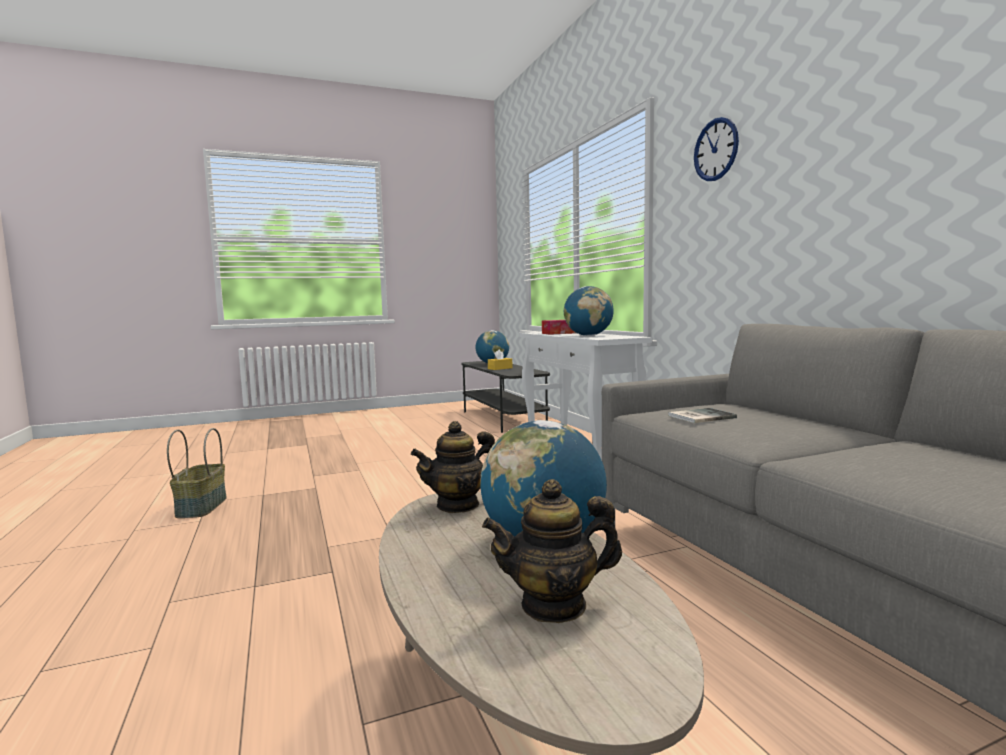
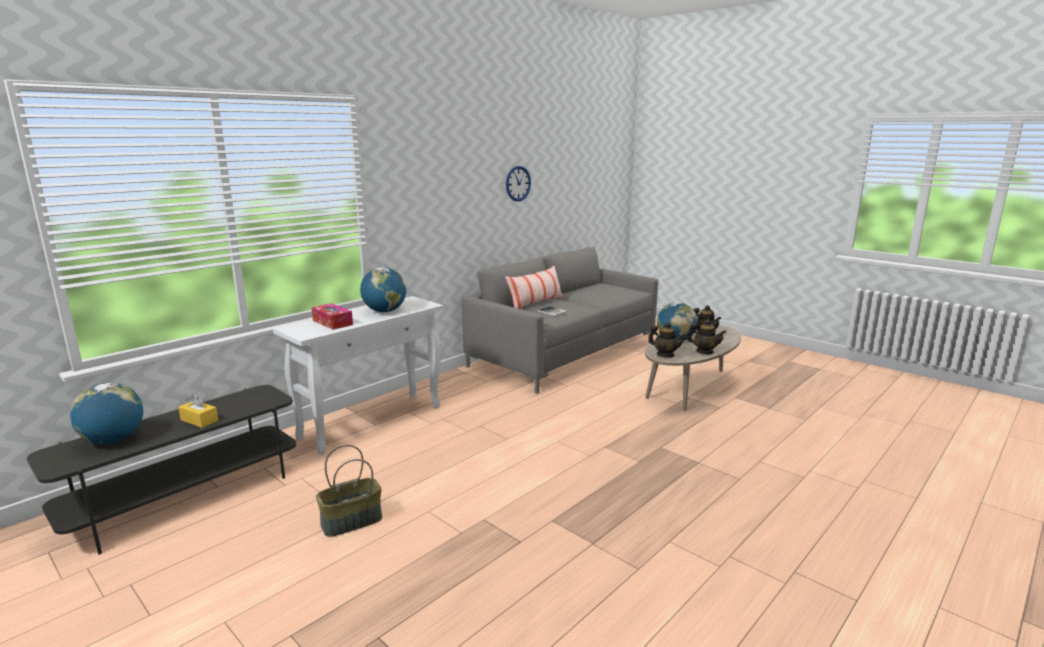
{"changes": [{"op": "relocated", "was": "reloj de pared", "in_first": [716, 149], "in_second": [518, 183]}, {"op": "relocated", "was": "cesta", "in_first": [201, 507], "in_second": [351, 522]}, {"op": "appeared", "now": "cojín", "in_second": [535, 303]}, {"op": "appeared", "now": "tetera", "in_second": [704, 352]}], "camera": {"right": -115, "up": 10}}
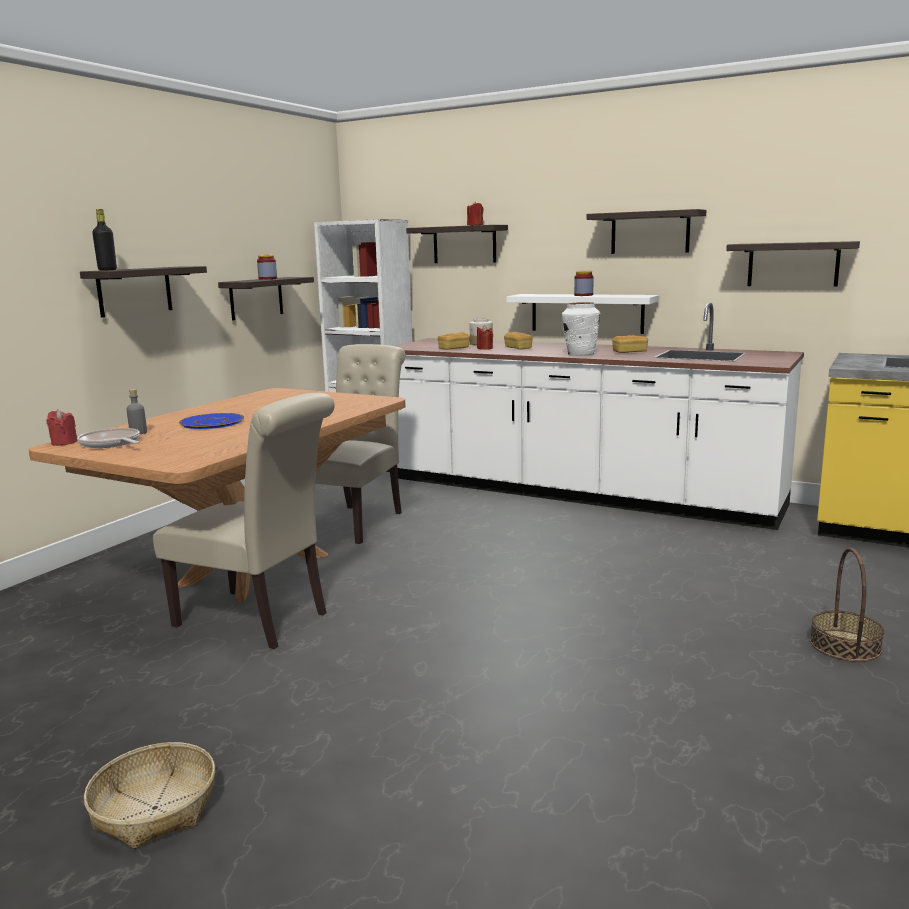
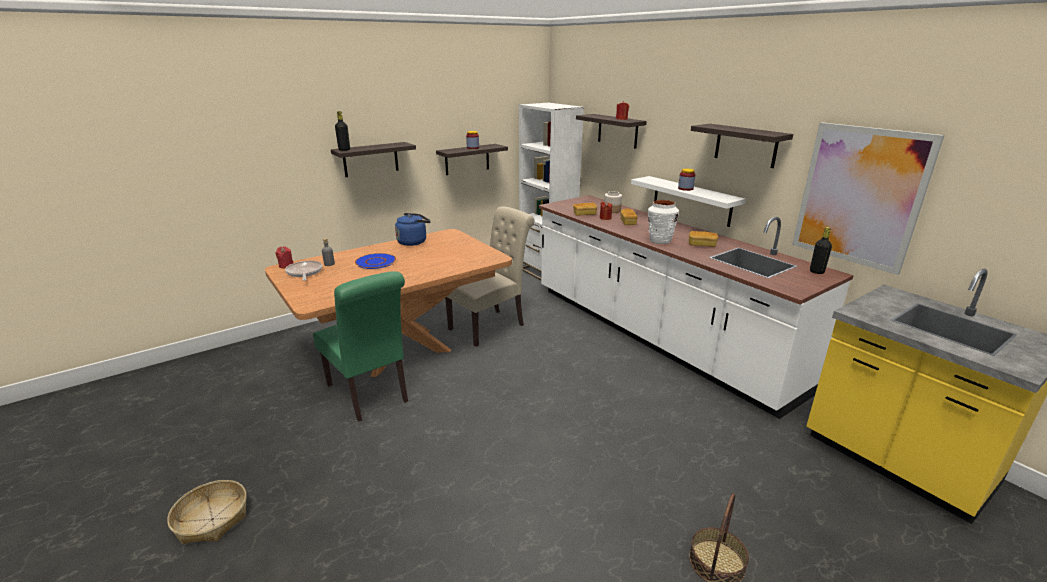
{"changes": [{"op": "exchanged", "was": "estante", "now": "cuadro", "in_first": [793, 264], "in_second": [859, 196]}, {"op": "colour", "was": "silla (beis)", "now": "silla (verde)", "in_first": [259, 620], "in_second": [370, 395]}, {"op": "appeared", "now": "hervidor (azul)", "in_second": [413, 242]}, {"op": "appeared", "now": "botella (negro)", "in_second": [816, 272]}], "camera": {"right": 25, "up": 10}}
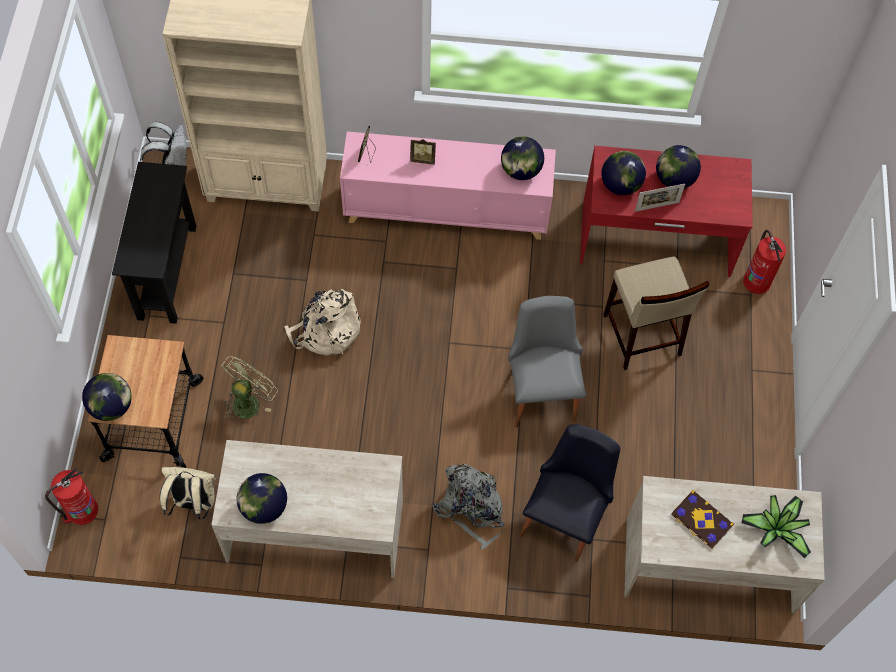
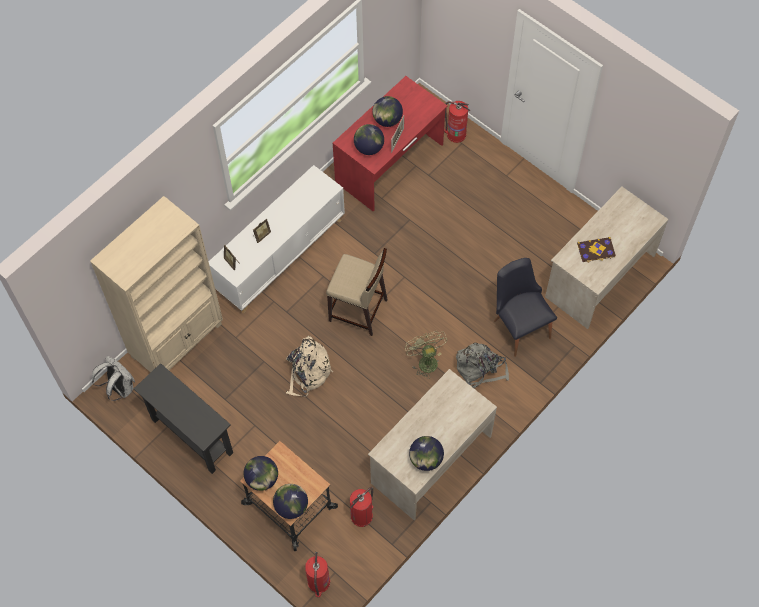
{"changes": [{"op": "colour", "was": "armario (rosa)", "now": "armario (blanco)", "in_first": [447, 211], "in_second": [281, 255]}, {"op": "relocated", "was": "globo terráqueo", "in_first": [520, 170], "in_second": [262, 479]}, {"op": "relocated", "was": "taburete (beis)", "in_first": [641, 336], "in_second": [358, 311]}, {"op": "missing", "was": "silla (gris)", "in_first": [541, 388]}, {"op": "relocated", "was": "ventilador (verde)", "in_first": [249, 400], "in_second": [425, 360]}, {"op": "exchanged", "was": "mochila (beis)", "now": "extintor", "in_first": [193, 502], "in_second": [362, 515]}, {"op": "missing", "was": "planta en maceta", "in_first": [777, 529]}], "camera": {"right": -50, "up": 0}}
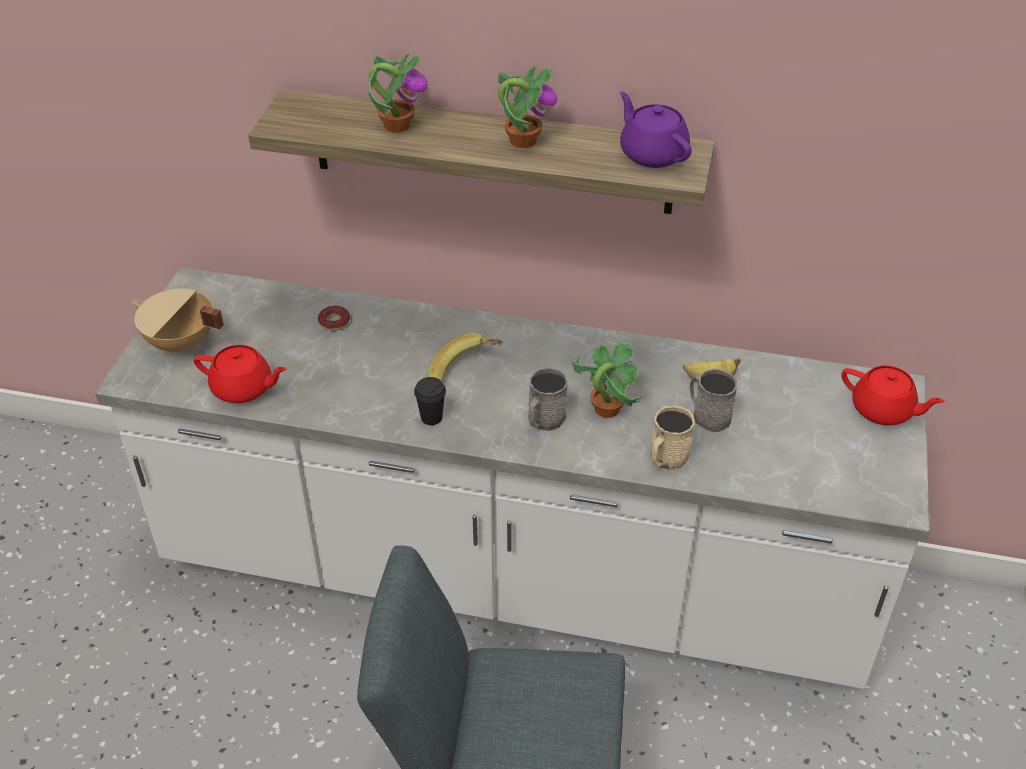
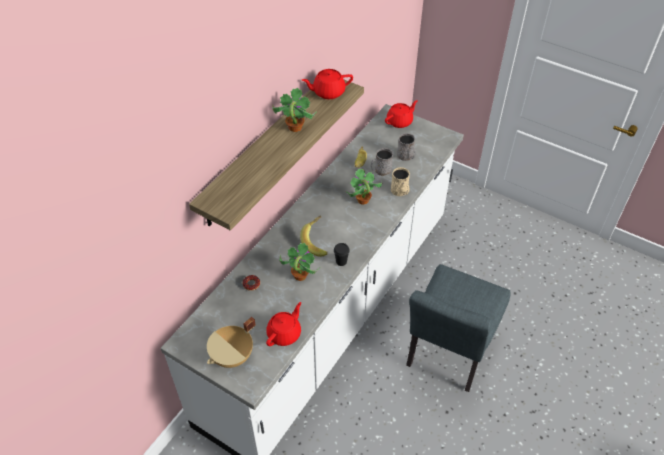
{"changes": [{"op": "relocated", "was": "planta en maceta", "in_first": [396, 125], "in_second": [299, 276]}, {"op": "colour", "was": "tetera (morado)", "now": "tetera (rojo)", "in_first": [652, 153], "in_second": [328, 92]}, {"op": "relocated", "was": "taza grande (gris)", "in_first": [544, 421], "in_second": [406, 156]}], "camera": {"right": -70, "up": 5}}
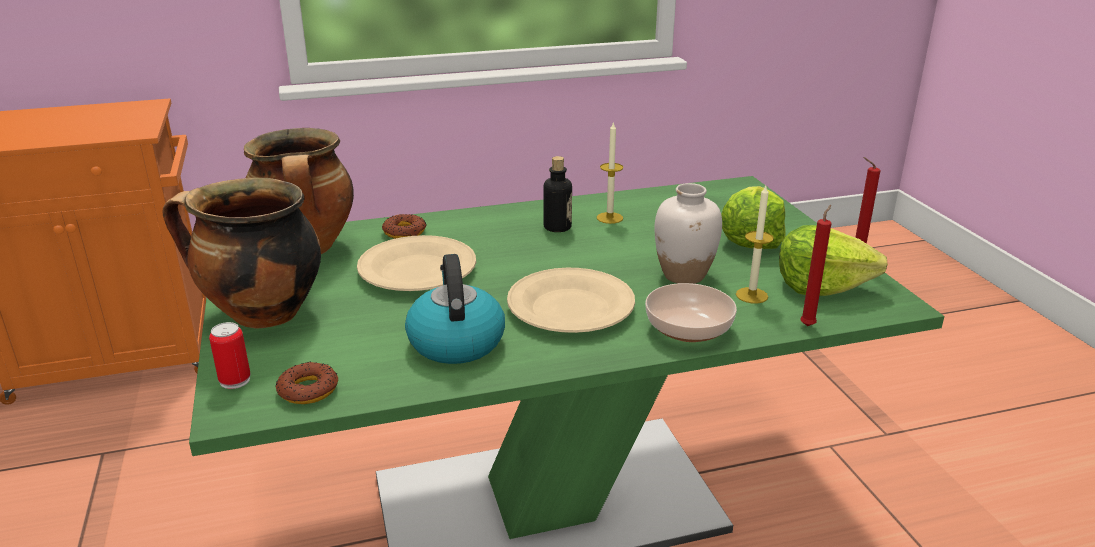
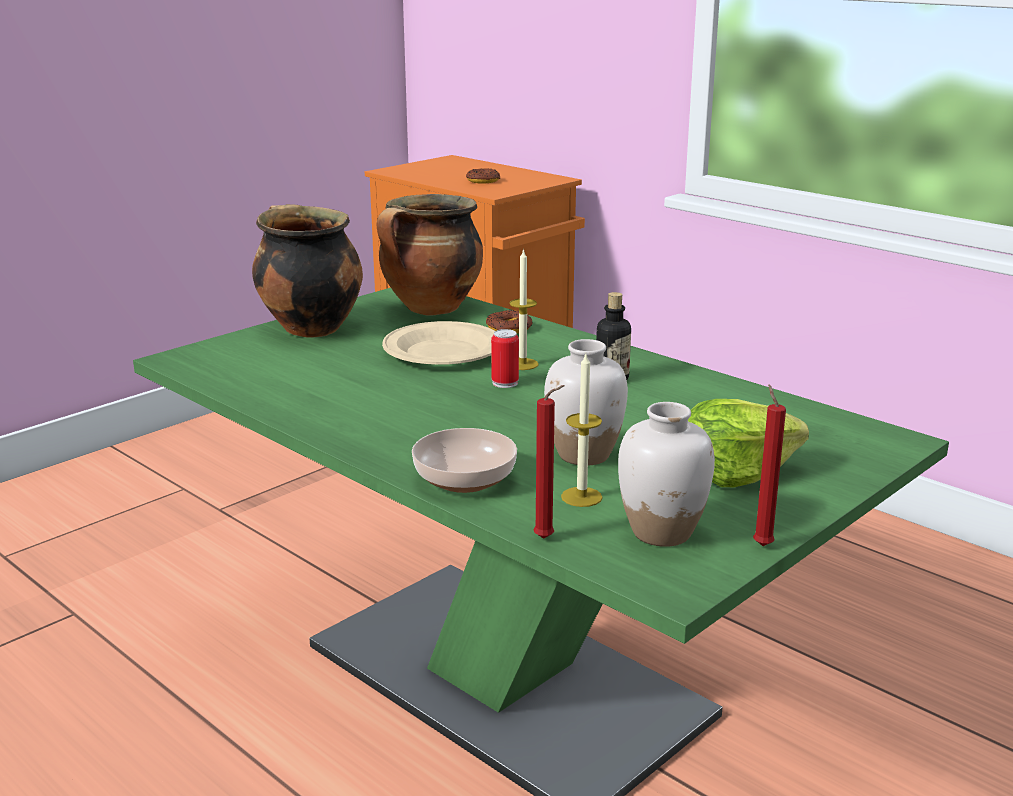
{"changes": [{"op": "relocated", "was": "vela", "in_first": [609, 218], "in_second": [522, 364]}, {"op": "exchanged", "was": "lechuga", "now": "florero (blanco)", "in_first": [821, 285], "in_second": [662, 532]}, {"op": "missing", "was": "hervidor", "in_first": [455, 341]}, {"op": "missing", "was": "plato (beis)", "in_first": [570, 308]}, {"op": "relocated", "was": "lata", "in_first": [235, 380], "in_second": [505, 383]}, {"op": "relocated", "was": "rosquilla", "in_first": [308, 390], "in_second": [483, 180]}], "camera": {"right": 60, "up": -5}}
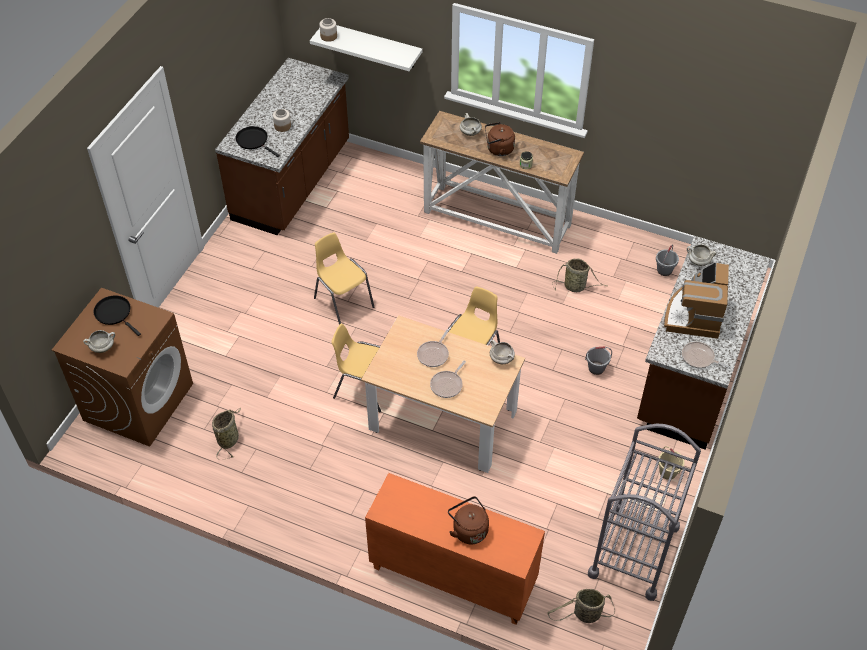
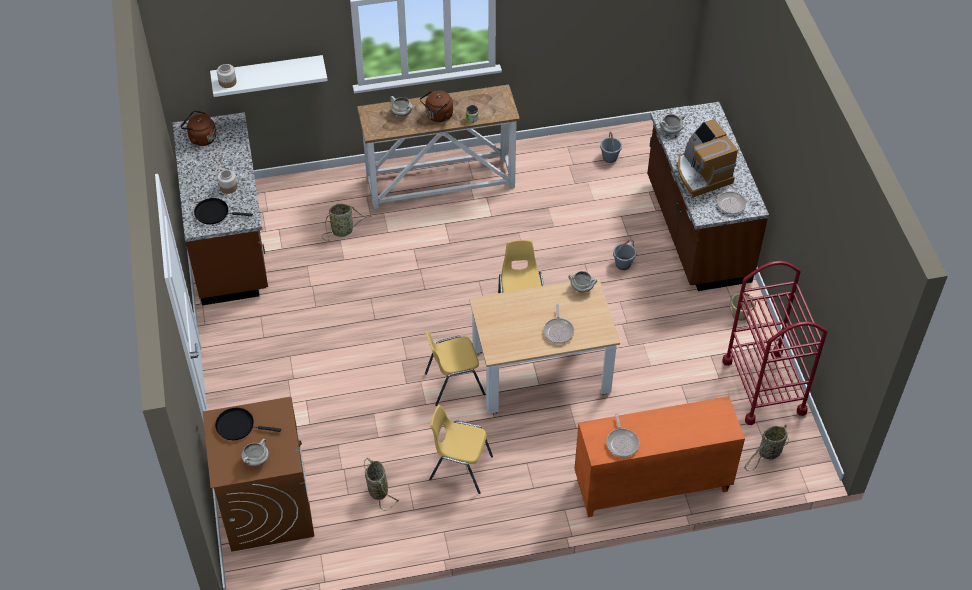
{"changes": [{"op": "relocated", "was": "silla (amarillo)", "in_first": [343, 302], "in_second": [460, 468]}, {"op": "relocated", "was": "cesta", "in_first": [576, 287], "in_second": [344, 231]}, {"op": "relocated", "was": "sartén", "in_first": [434, 354], "in_second": [622, 442]}, {"op": "colour", "was": "carrito (gris)", "now": "carrito (rojo)", "in_first": [634, 551], "in_second": [764, 386]}, {"op": "relocated", "was": "hervidor (marrón)", "in_first": [468, 529], "in_second": [201, 138]}], "camera": {"right": -35, "up": 0}}
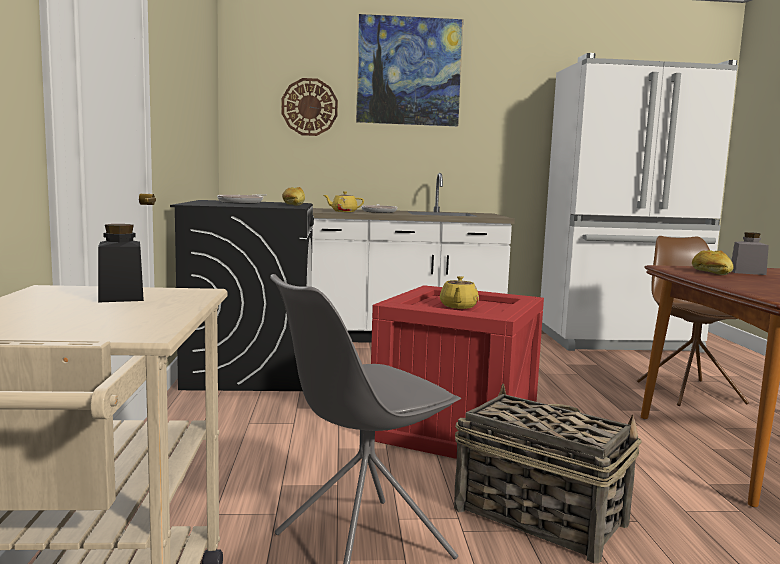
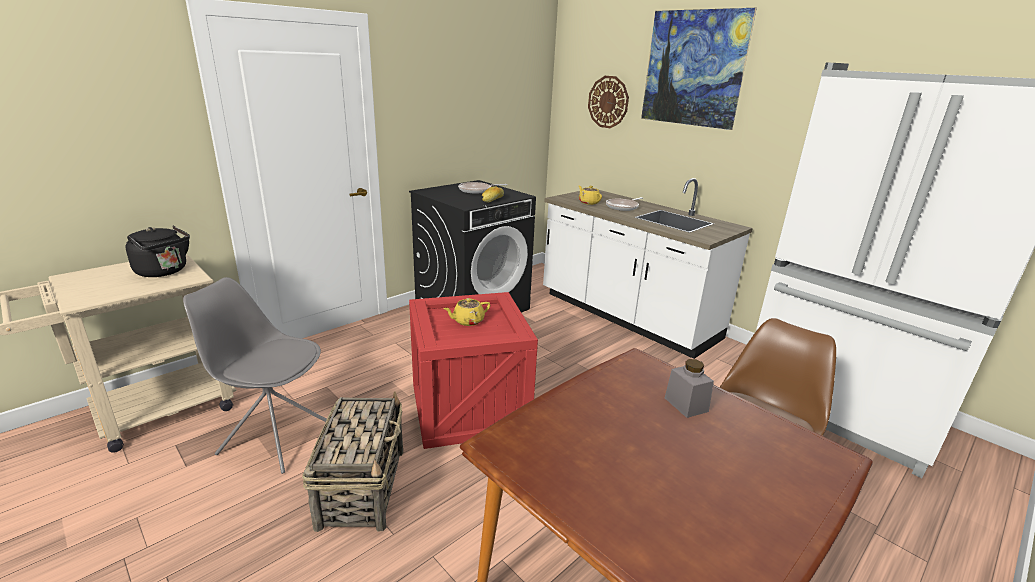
{"changes": [{"op": "exchanged", "was": "tarro (negro)", "now": "hervidor (negro)", "in_first": [121, 296], "in_second": [164, 272]}, {"op": "missing", "was": "pan", "in_first": [710, 272]}], "camera": {"right": 50, "up": 15}}
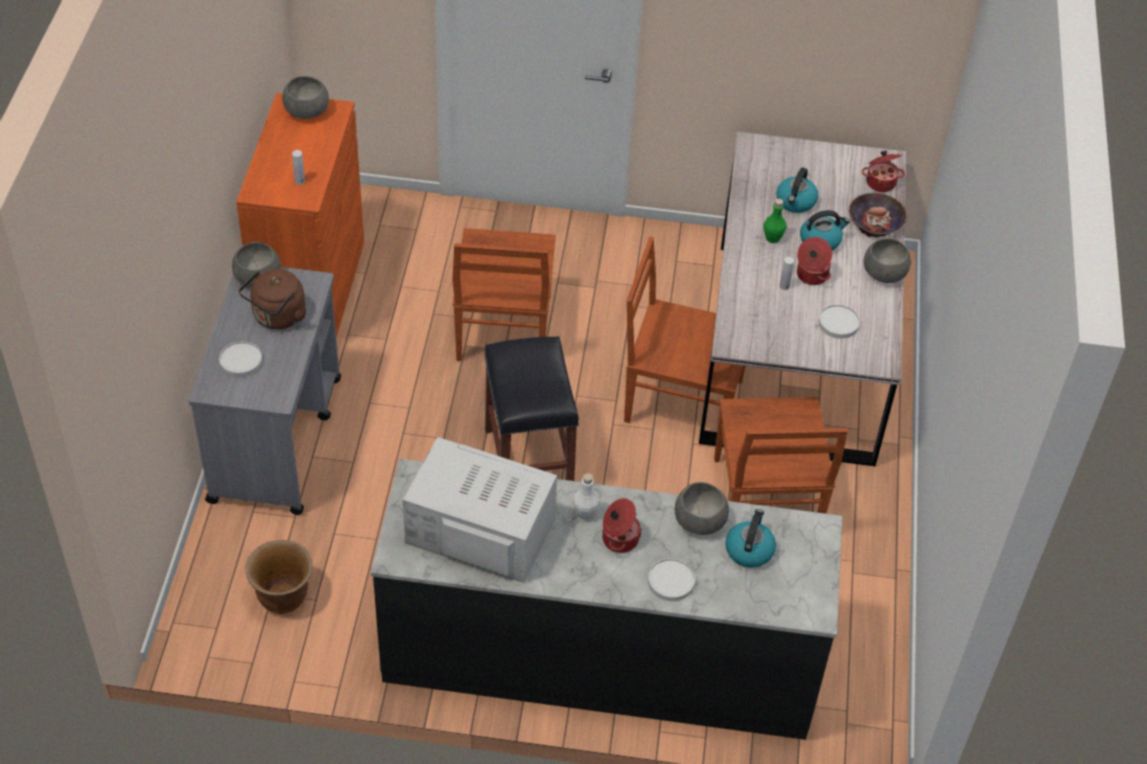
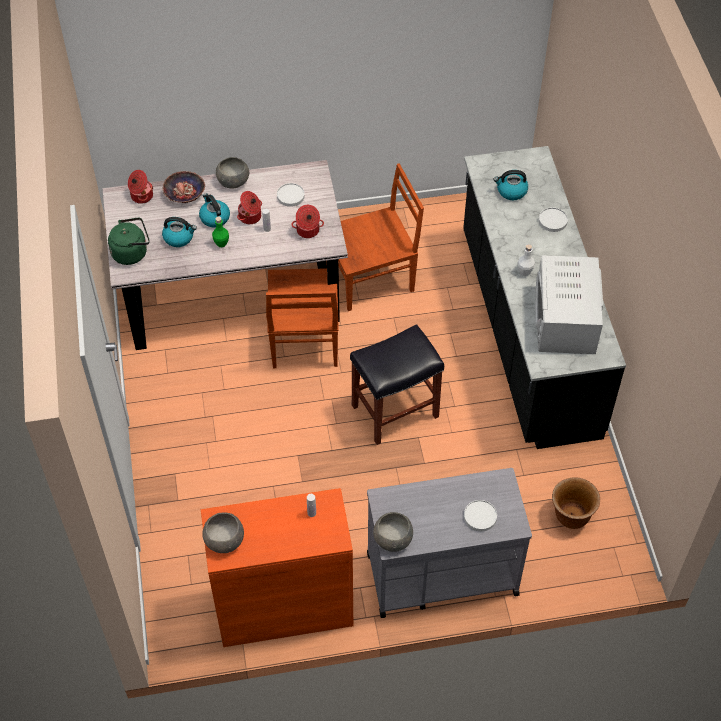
{"changes": [{"op": "missing", "was": "silla (marrón)", "in_first": [503, 330]}, {"op": "missing", "was": "hervidor (marrón)", "in_first": [277, 317]}, {"op": "missing", "was": "cuenco (gris)", "in_first": [699, 520]}, {"op": "relocated", "was": "olla", "in_first": [619, 538], "in_second": [308, 231]}, {"op": "appeared", "now": "hervidor (verde)", "in_second": [132, 252]}], "camera": {"right": -105, "up": 5}}
